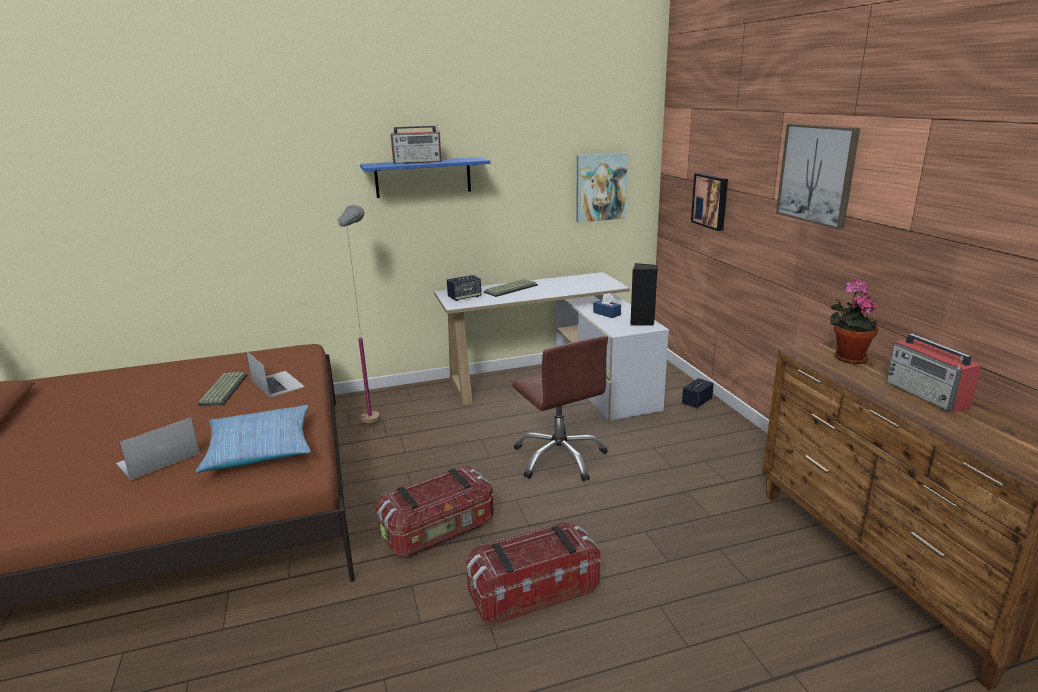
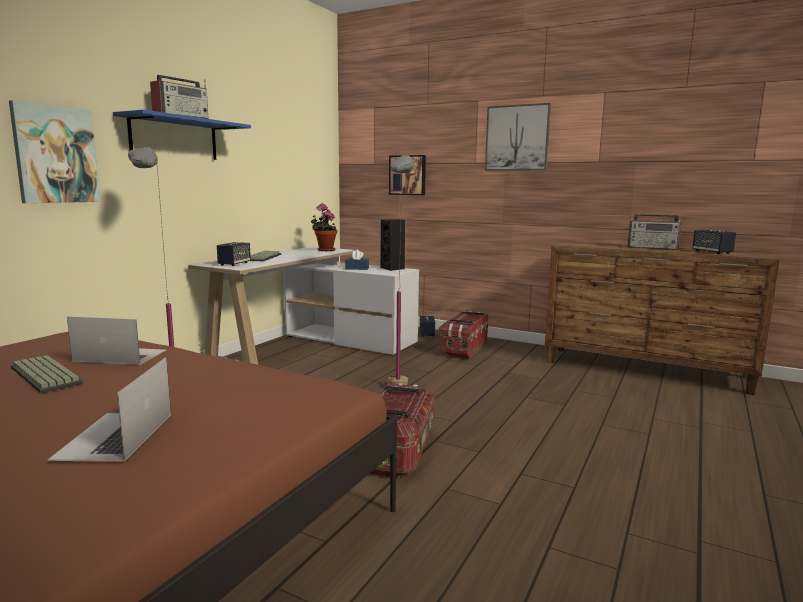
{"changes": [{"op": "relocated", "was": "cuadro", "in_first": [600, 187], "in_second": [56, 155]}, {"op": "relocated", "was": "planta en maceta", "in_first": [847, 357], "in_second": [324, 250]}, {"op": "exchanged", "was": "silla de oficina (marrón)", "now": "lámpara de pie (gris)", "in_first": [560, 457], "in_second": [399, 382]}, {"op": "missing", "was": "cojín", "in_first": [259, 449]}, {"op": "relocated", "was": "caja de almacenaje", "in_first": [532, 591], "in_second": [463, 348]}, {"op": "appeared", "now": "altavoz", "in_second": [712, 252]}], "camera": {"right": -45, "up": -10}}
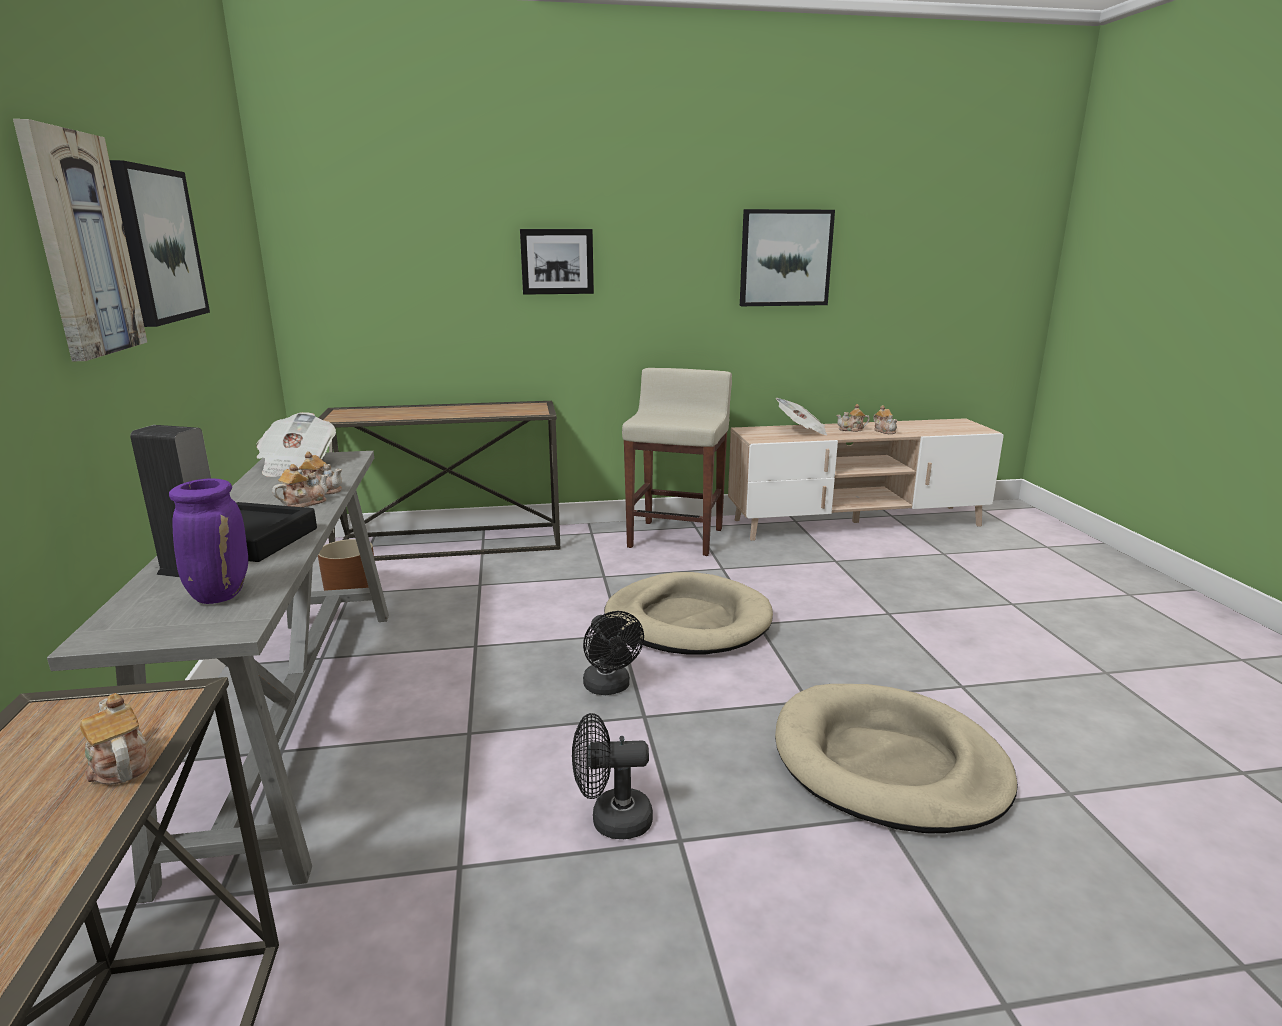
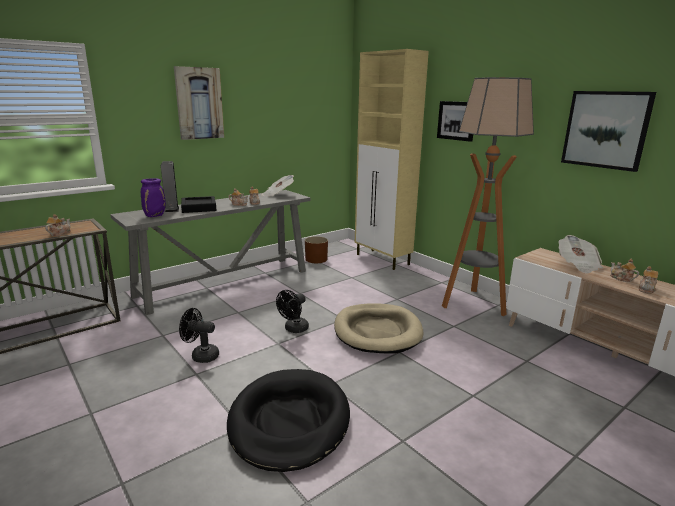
{"changes": [{"op": "missing", "was": "cuadro", "in_first": [159, 245]}, {"op": "exchanged", "was": "taburete (beis)", "now": "lámpara de pie", "in_first": [676, 538], "in_second": [473, 304]}, {"op": "exchanged", "was": "mesa consola", "now": "armario (beis)", "in_first": [451, 542], "in_second": [383, 259]}, {"op": "colour", "was": "cama para perro (beis)", "now": "cama para perro (negro)", "in_first": [888, 763], "in_second": [289, 421]}, {"op": "spun", "was": "ventilador (negro)", "in_first": [611, 820], "in_second": [201, 355], "clockwise": -45}], "camera": {"right": 60, "up": 0}}
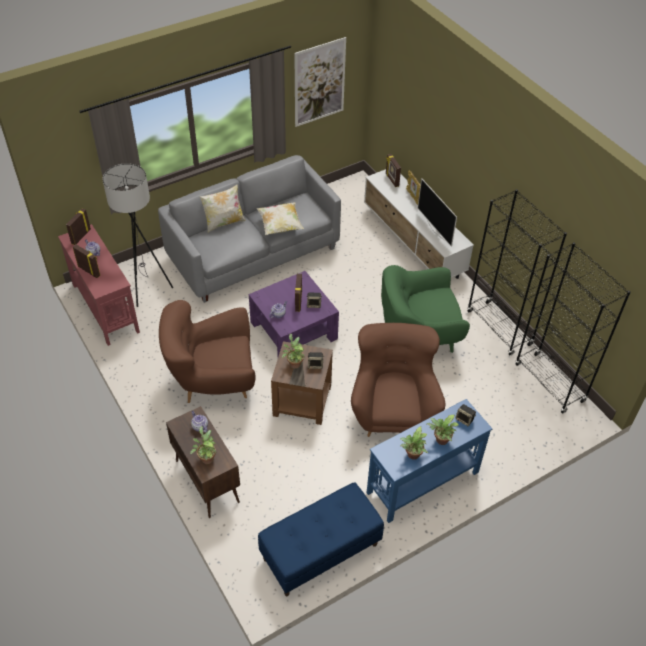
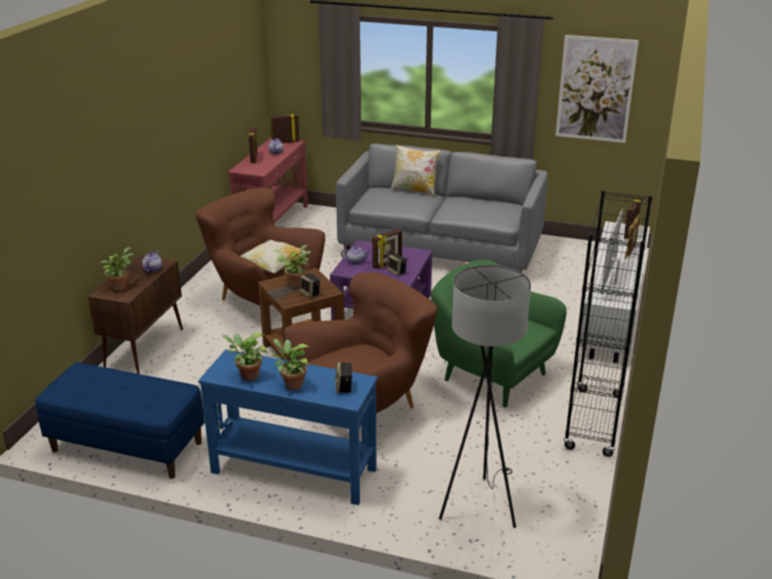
{"changes": [{"op": "relocated", "was": "lámpara de pie (gris)", "in_first": [146, 287], "in_second": [479, 503]}, {"op": "relocated", "was": "cojín", "in_first": [280, 226], "in_second": [273, 268]}, {"op": "missing", "was": "estantería (negro)", "in_first": [549, 383]}], "camera": {"right": 50, "up": -20}}
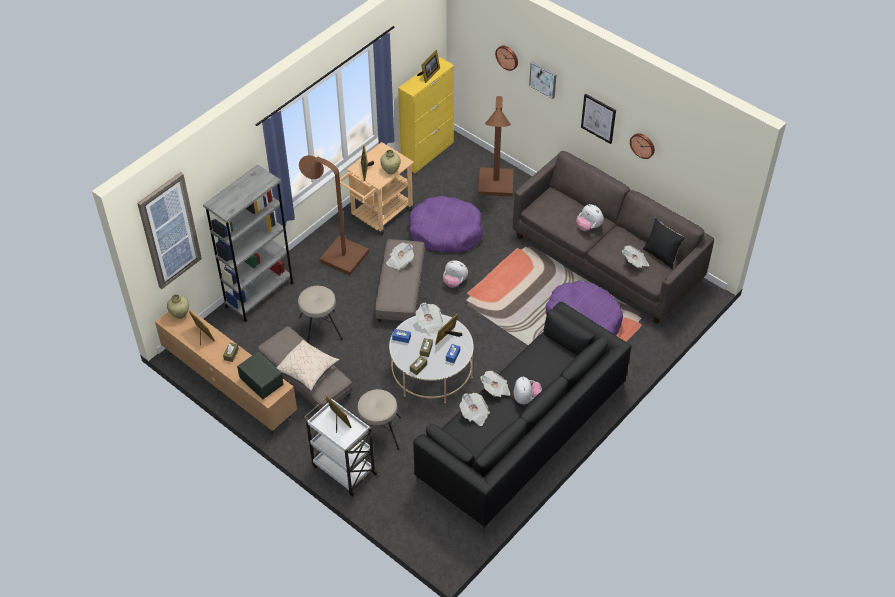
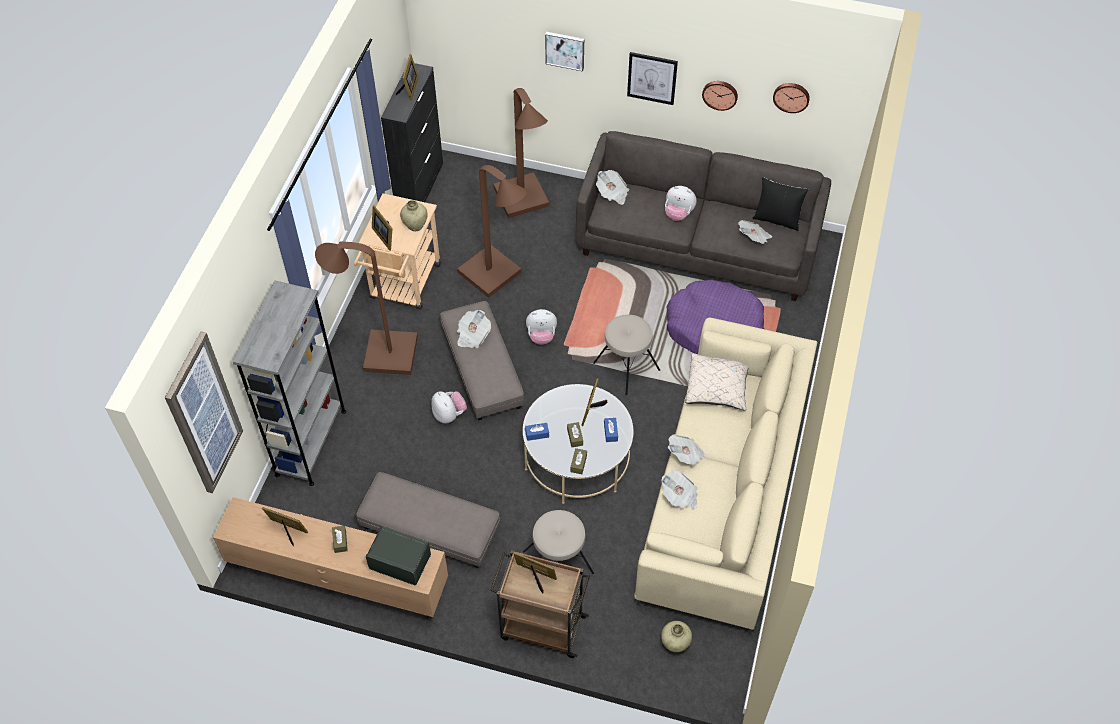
{"changes": [{"op": "relocated", "was": "reloj de pared", "in_first": [507, 57], "in_second": [791, 96]}, {"op": "colour", "was": "armario (amarillo)", "now": "armario (negro)", "in_first": [428, 153], "in_second": [420, 187]}, {"op": "exchanged", "was": "cama para perro (morado)", "now": "lámpara de pie (marrón)", "in_first": [445, 232], "in_second": [496, 277]}, {"op": "relocated", "was": "taburete (beis)", "in_first": [320, 328], "in_second": [626, 367]}, {"op": "relocated", "was": "florero (beis)", "in_first": [180, 314], "in_second": [675, 644]}, {"op": "colour", "was": "sofá (negro)", "now": "sofá (beis)", "in_first": [521, 432], "in_second": [723, 492]}, {"op": "relocated", "was": "periódico", "in_first": [429, 324], "in_second": [612, 193]}, {"op": "relocated", "was": "cojín (beis)", "in_first": [307, 370], "in_second": [717, 388]}, {"op": "relocated", "was": "peluche", "in_first": [526, 399], "in_second": [449, 414]}, {"op": "colour", "was": "carrito (blanco)", "now": "carrito (marrón)", "in_first": [343, 469], "in_second": [541, 627]}], "camera": {"right": -25, "up": 5}}
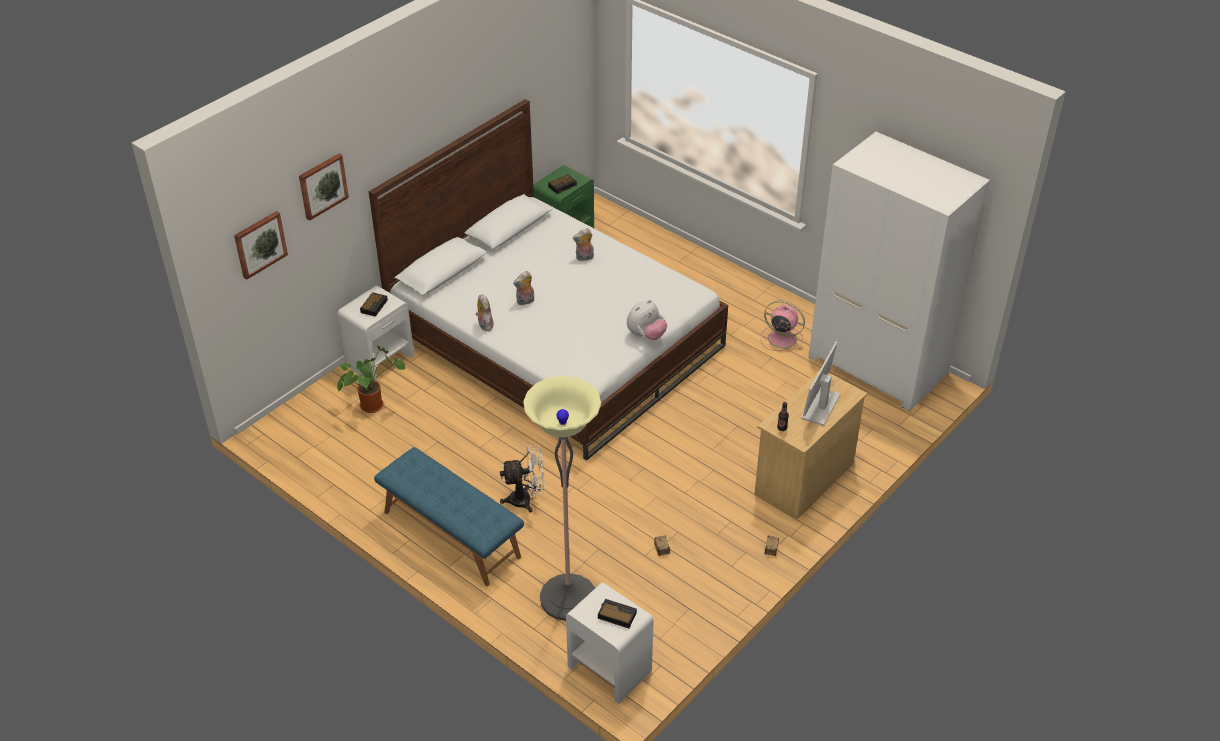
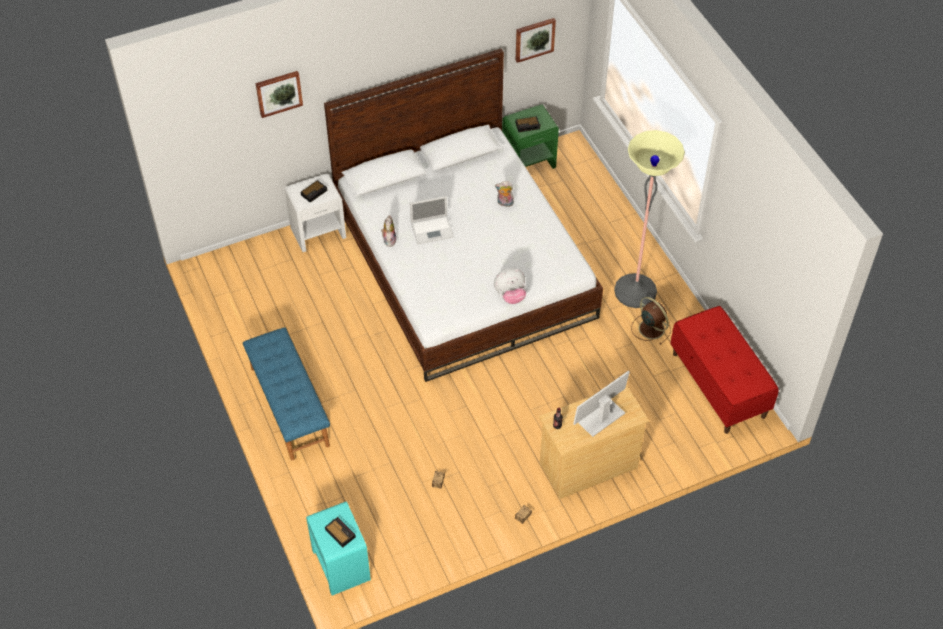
{"changes": [{"op": "exchanged", "was": "armario ropero (blanco)", "now": "banco (rojo)", "in_first": [879, 365], "in_second": [719, 385]}, {"op": "relocated", "was": "cuadro", "in_first": [259, 244], "in_second": [534, 39]}, {"op": "exchanged", "was": "peluche", "now": "portátil", "in_first": [525, 302], "in_second": [433, 229]}, {"op": "colour", "was": "ventilador (rosa)", "now": "ventilador (marrón)", "in_first": [780, 338], "in_second": [650, 328]}, {"op": "missing", "was": "planta en maceta", "in_first": [373, 404]}, {"op": "relocated", "was": "lámpara de pie", "in_first": [568, 597], "in_second": [635, 291]}, {"op": "missing", "was": "ventilador (blanco)", "in_first": [526, 499]}, {"op": "colour", "was": "mesita de noche (blanco)", "now": "mesita de noche (turquesa)", "in_first": [609, 668], "in_second": [341, 564]}], "camera": {"right": 25, "up": 10}}
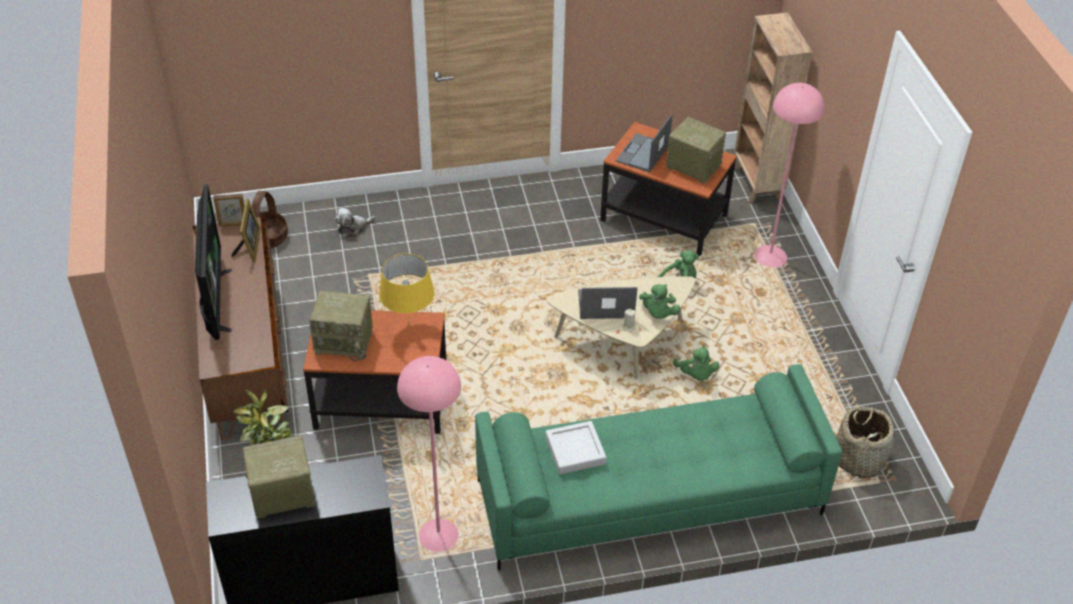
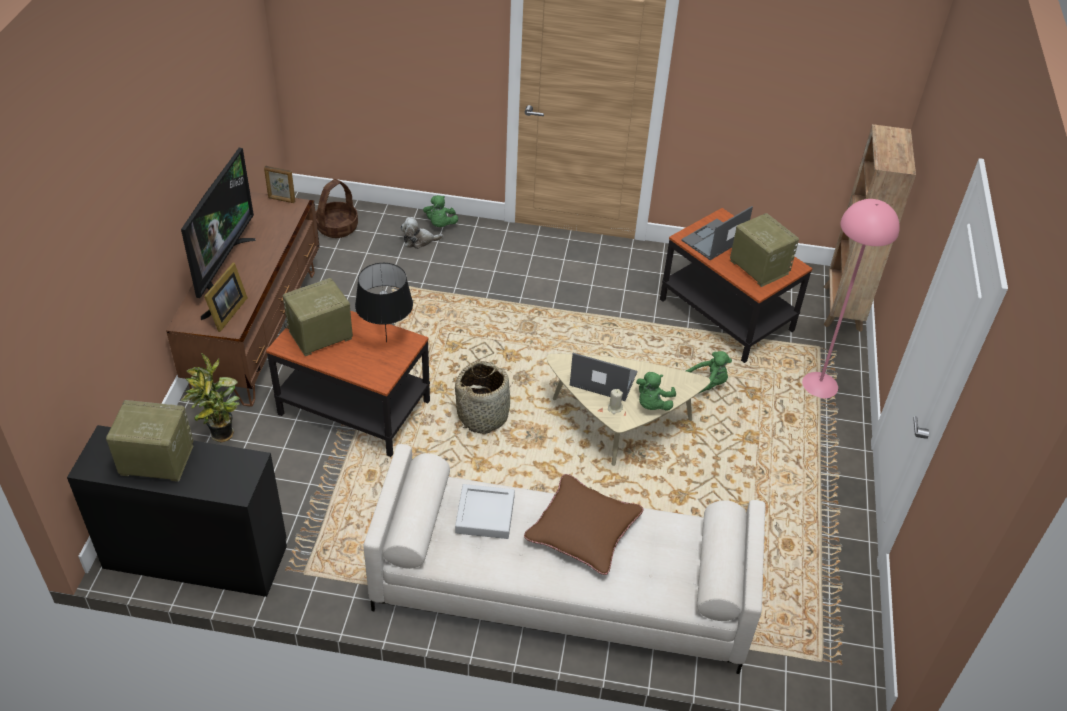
{"changes": [{"op": "relocated", "was": "portarretratos", "in_first": [250, 246], "in_second": [226, 314]}, {"op": "colour", "was": "lámpara de mesa (amarillo)", "now": "lámpara de mesa (negro)", "in_first": [409, 328], "in_second": [386, 342]}, {"op": "spun", "was": "radio", "in_first": [345, 341], "in_second": [319, 336], "clockwise": 120}, {"op": "relocated", "was": "peluche (verde)", "in_first": [696, 375], "in_second": [440, 224]}, {"op": "missing", "was": "lámpara de pie (rosa)", "in_first": [438, 535]}, {"op": "colour", "was": "sofá (verde)", "now": "sofá (blanco)", "in_first": [647, 498], "in_second": [560, 591]}, {"op": "relocated", "was": "cesta", "in_first": [858, 458], "in_second": [483, 415]}, {"op": "appeared", "now": "cojín (marrón)", "in_second": [583, 529]}], "camera": {"right": 20, "up": 0}}
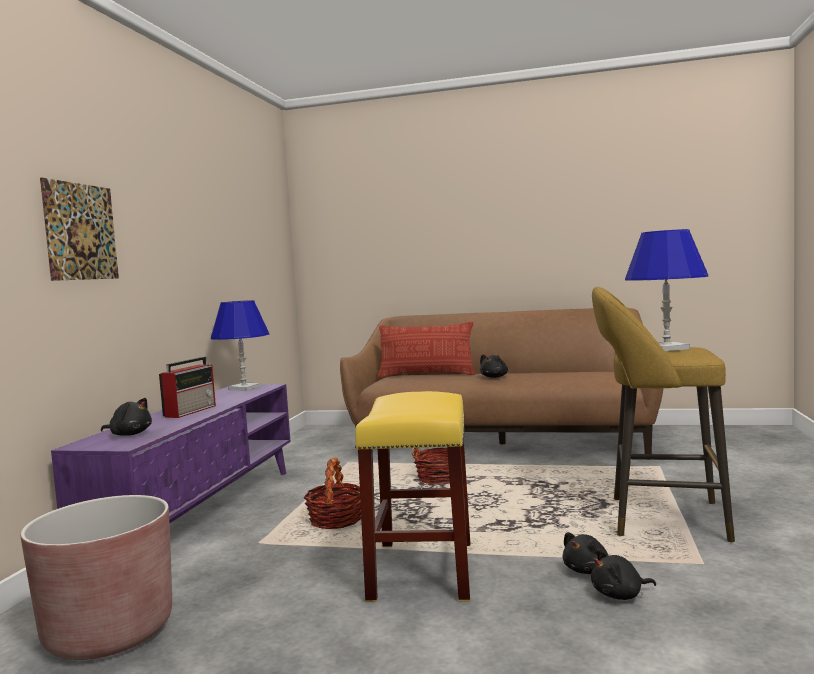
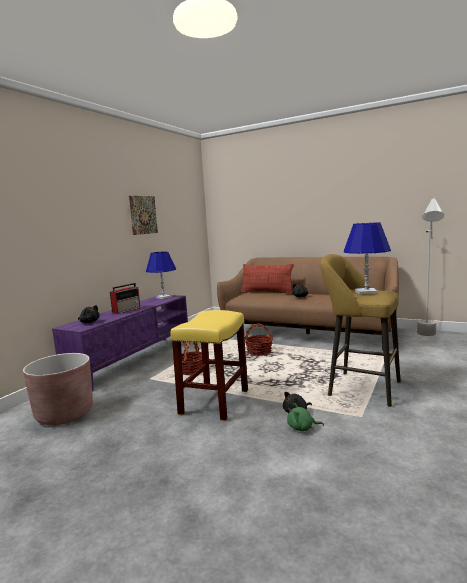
{"changes": [{"op": "relocated", "was": "cuadro", "in_first": [81, 231], "in_second": [143, 215]}, {"op": "colour", "was": "peluche (negro)", "now": "peluche (verde)", "in_first": [620, 595], "in_second": [302, 428]}, {"op": "appeared", "now": "lámpara de pie (gris)", "in_second": [427, 337]}], "camera": {"right": 15, "up": 5}}
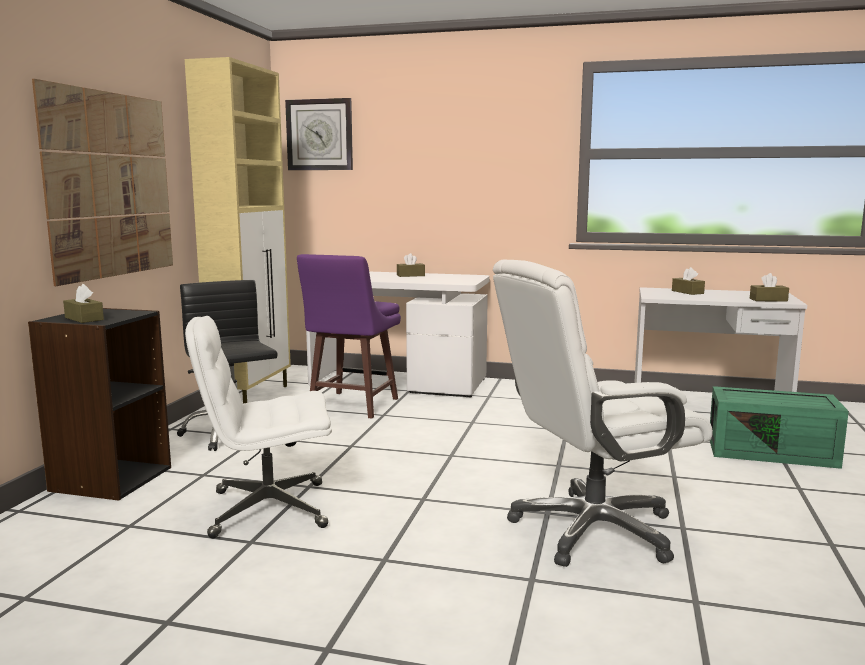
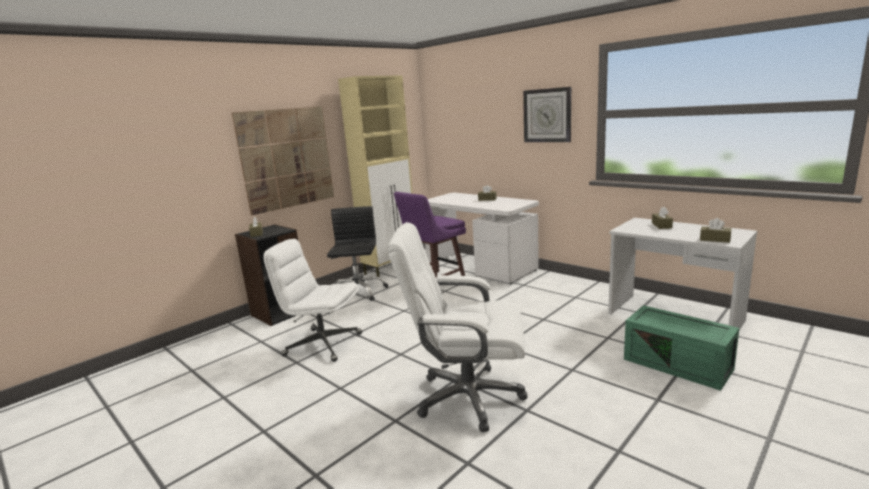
{"changes": [{"op": "relocated", "was": "reloj de pared", "in_first": [319, 135], "in_second": [547, 115]}], "camera": {"right": 30, "up": 5}}
